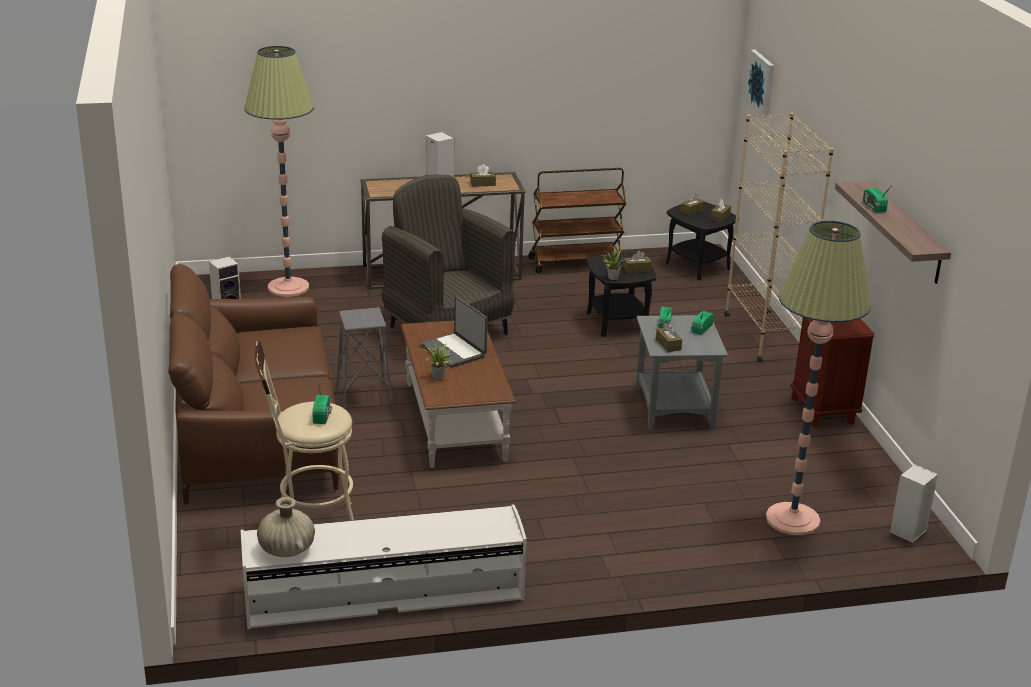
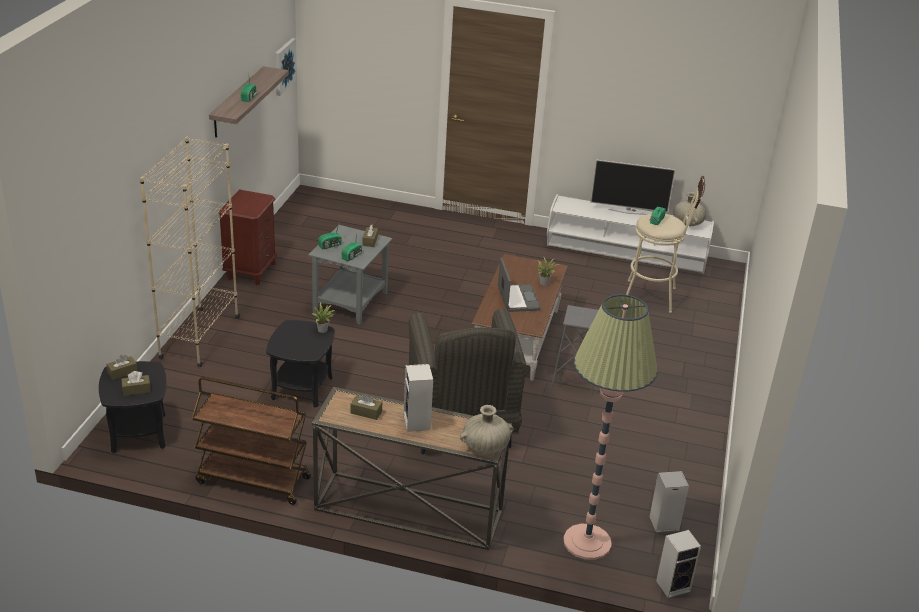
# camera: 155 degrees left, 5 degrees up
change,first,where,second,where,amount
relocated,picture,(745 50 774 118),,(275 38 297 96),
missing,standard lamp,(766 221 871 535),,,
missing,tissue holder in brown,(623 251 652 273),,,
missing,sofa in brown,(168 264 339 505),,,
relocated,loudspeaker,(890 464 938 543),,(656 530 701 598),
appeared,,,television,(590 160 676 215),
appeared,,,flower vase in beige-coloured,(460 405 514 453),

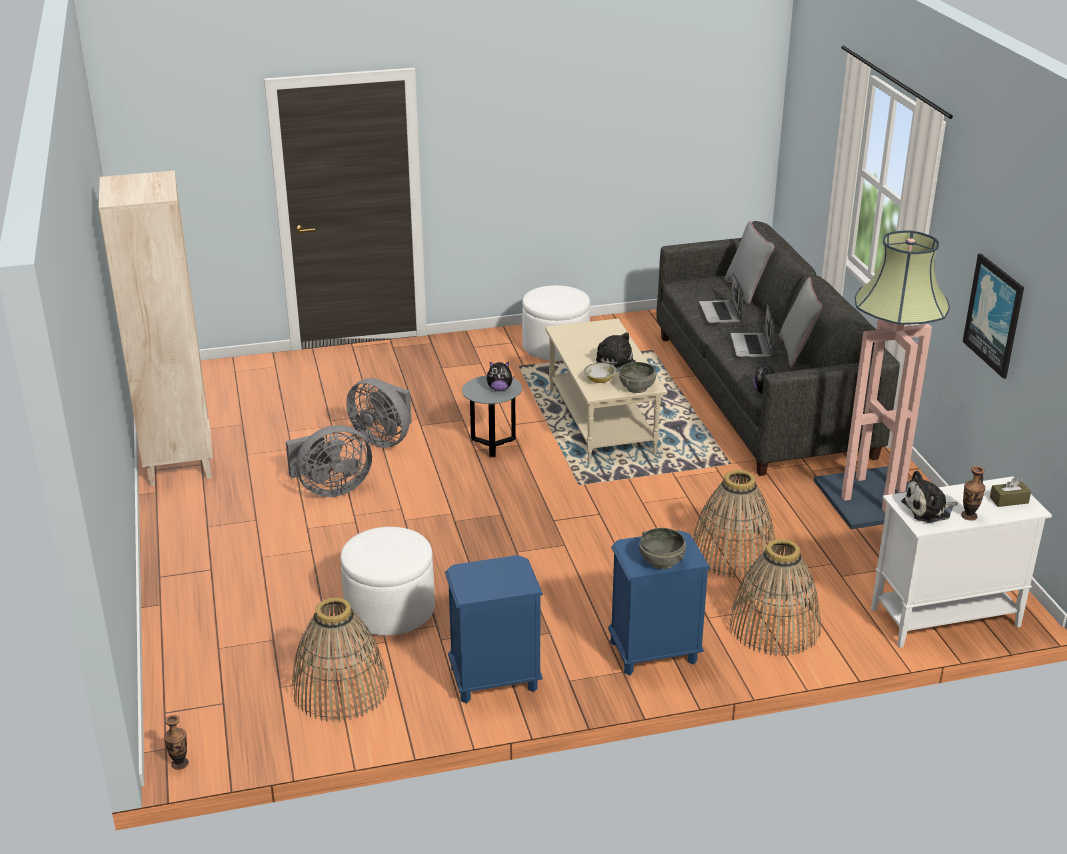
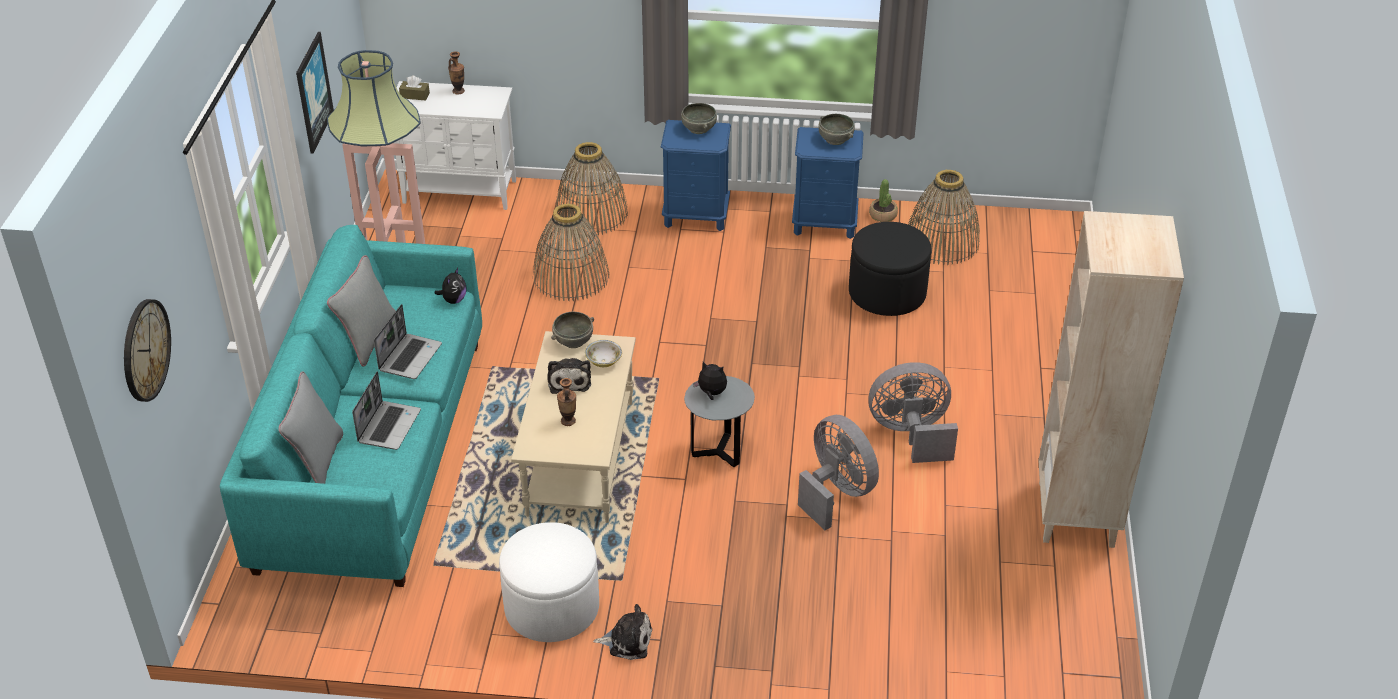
# camera: 160 degrees left, 10 degrees up
change,first,where,second,where,amount
colour,sofa in gray,(656 221 900 476),sofa in blue-green,(220 225 482 587),
relocated,plush toy,(901 470 958 523),,(593 604 652 660),
colour,footrest in white-coloured,(340 527 435 636),footrest in black,(849 222 932 316),
relocated,flower vase,(164 715 189 770),,(557 378 576 426),
appeared,,,bowl in gray,(818 114 855 145),
appeared,,,plant in a pot,(869 179 898 222),
appeared,,,clock on the wall,(124 299 171 402),

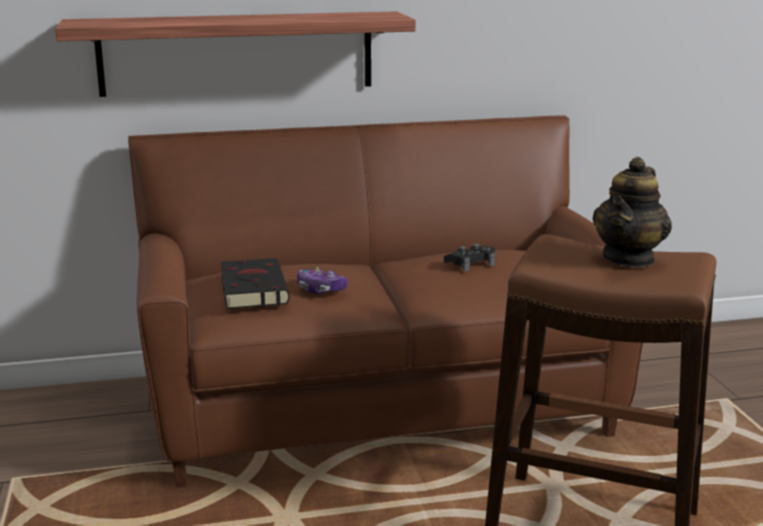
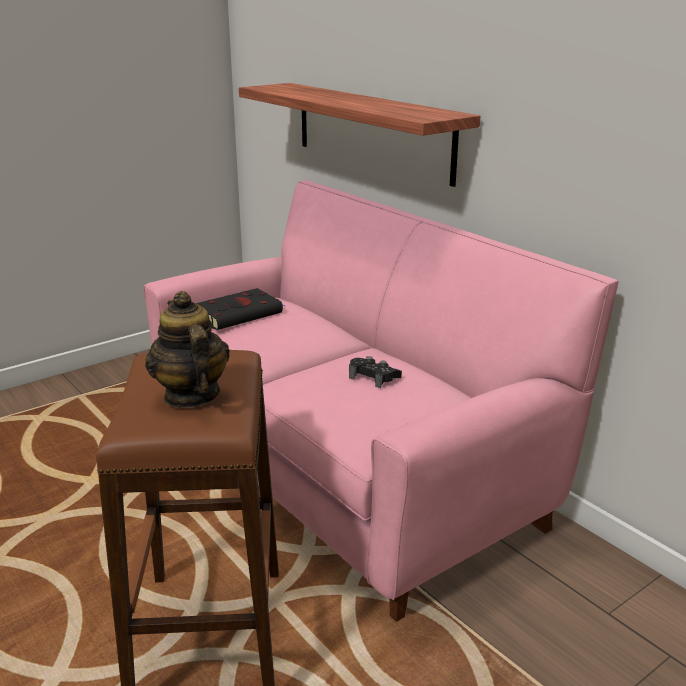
# camera: 65 degrees right, 5 degrees up
change,first,where,second,where,amount
colour,sofa in brown,(128 115 643 488),sofa in pink-coloured,(143 180 619 622),
spun,tea pot,(592 157 672 268),,(145 291 230 408),60 degrees clockwise
missing,gamepad,(297 267 348 294),,,

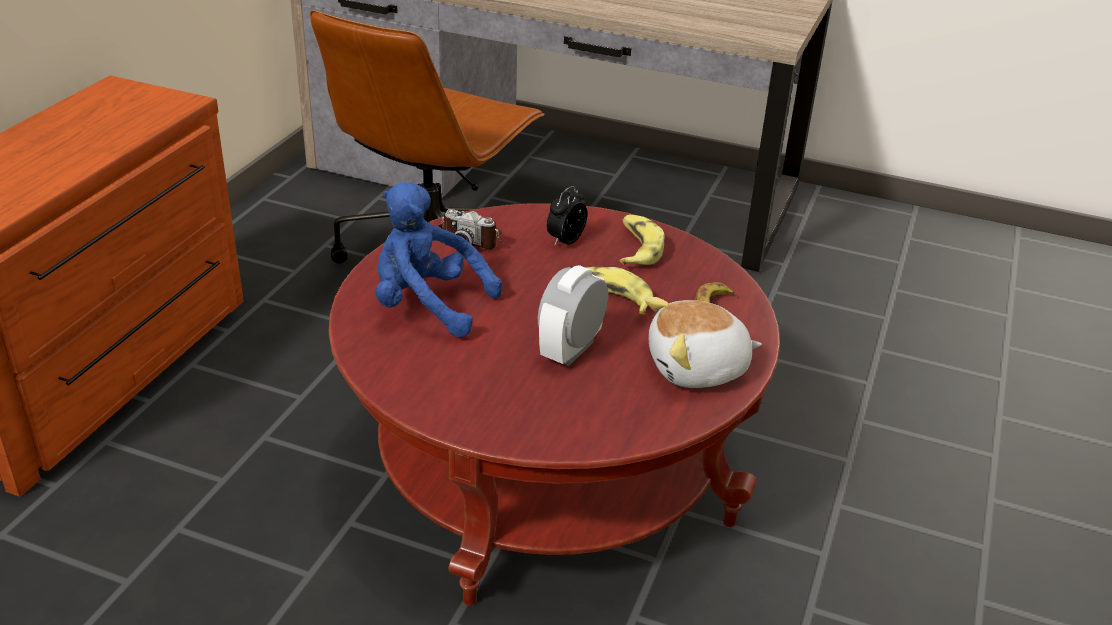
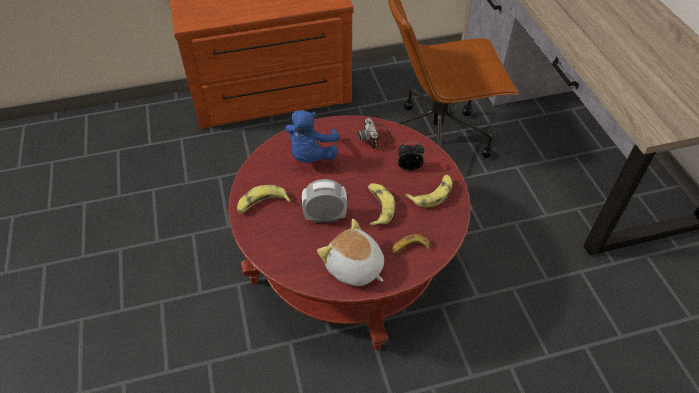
# camera: 55 degrees right, 15 degrees up
change,first,where,second,where,amount
spun,plush toy in blue,(375 182 502 337),,(285 110 340 163),150 degrees counterclockwise
appeared,,,whole banana,(237 185 291 214),

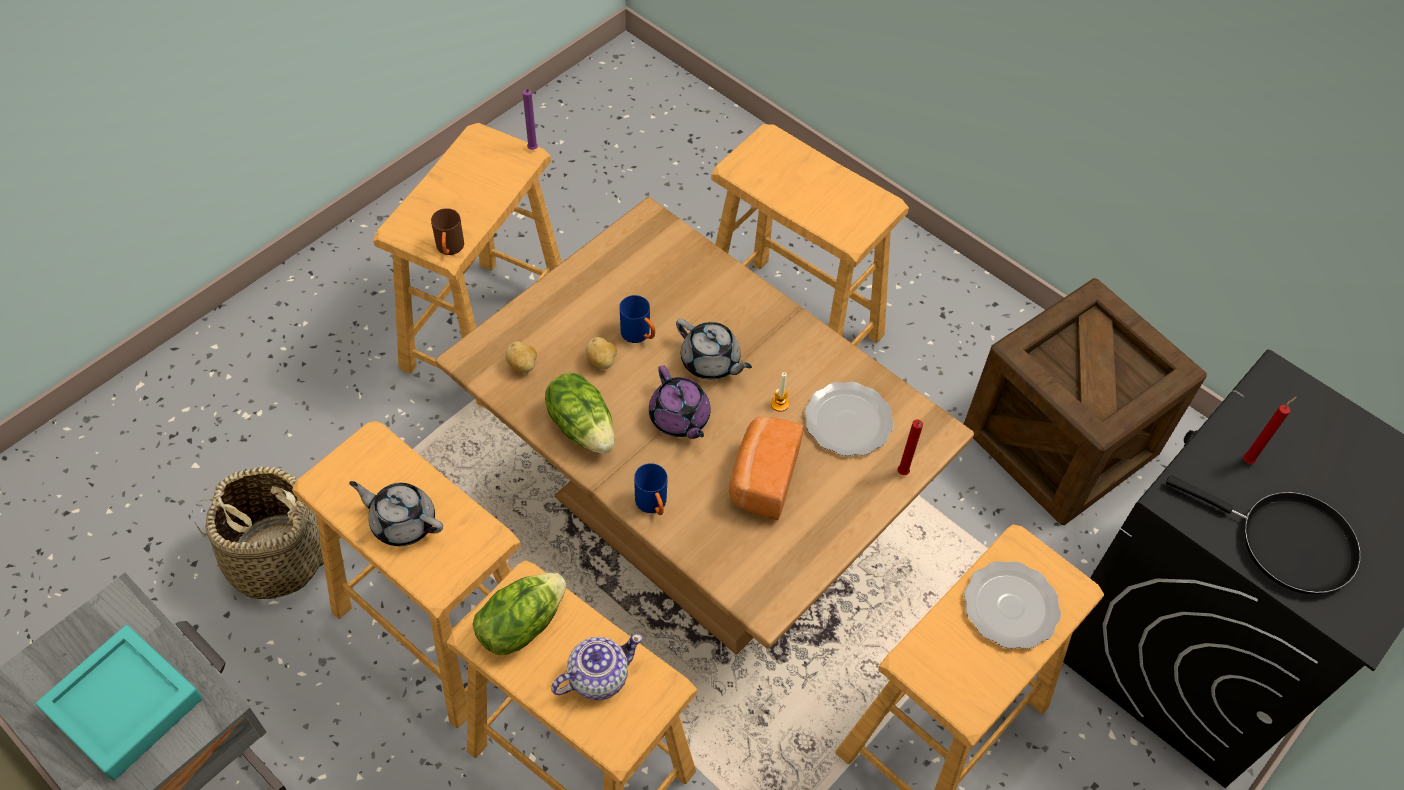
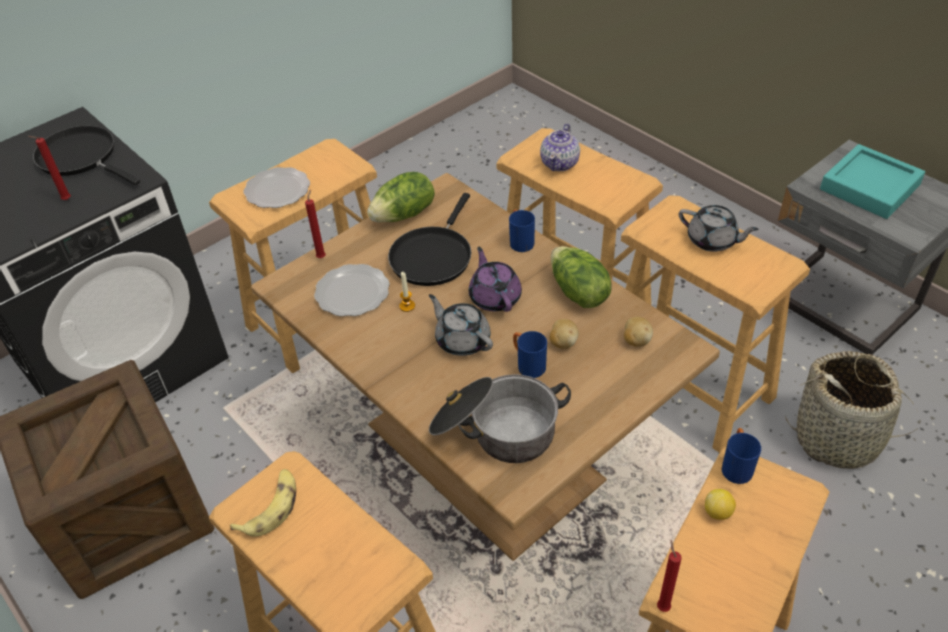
# camera: 170 degrees left, 10 degrees down
change,first,where,second,where,amount
colour,candle in purple,(523 89 538 150),candle in red,(657 540 682 612),
colour,coffee mug in brown,(431 208 464 255),coffee mug in blue,(721 428 761 484),
exchanged,baked bread,(729 417 804 520),pan in black,(388 193 471 286),
relocated,head of lettuce,(472 573 566 655),,(367 172 435 223),
spun,tea pot,(551 634 643 700),,(540 124 580 171),45 degrees counterclockwise
appeared,,,cooking pot,(429 374 571 463),
appeared,,,whole banana,(230 469 296 537),
appeared,,,lemon,(705 489 736 520),

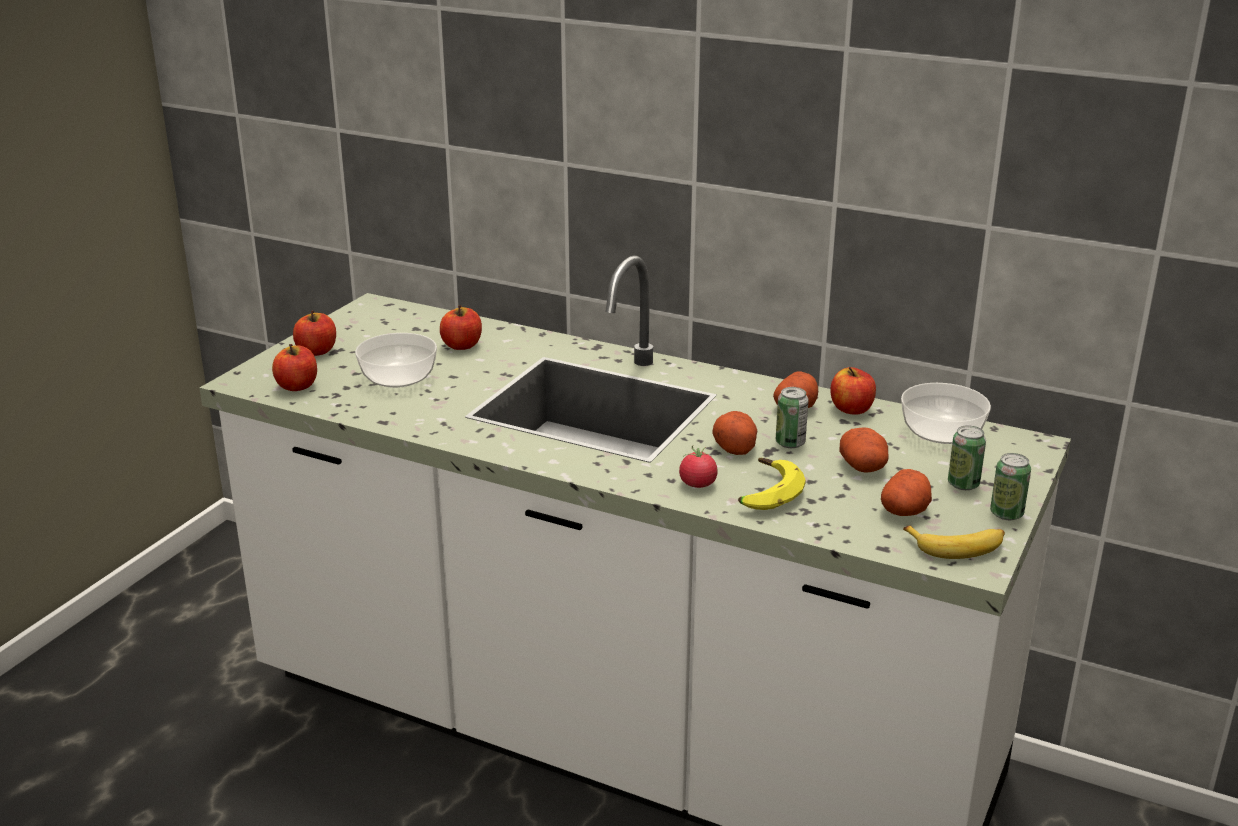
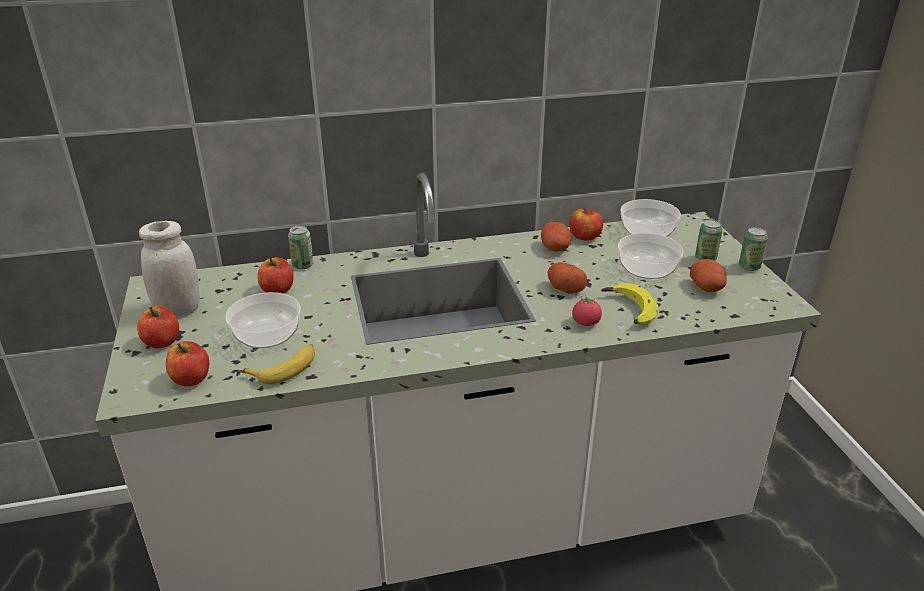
# camera: 40 degrees left, 5 degrees up
change,first,where,second,where,amount
relocated,metal can,(776 387 808 448),,(288 226 314 269),
exchanged,spud,(839 427 888 473),bowl,(618 233 683 279),
relocated,whole banana,(903 525 1005 559),,(242 344 315 384),
appeared,,,preserve jar in white-coloured,(139 221 200 317),

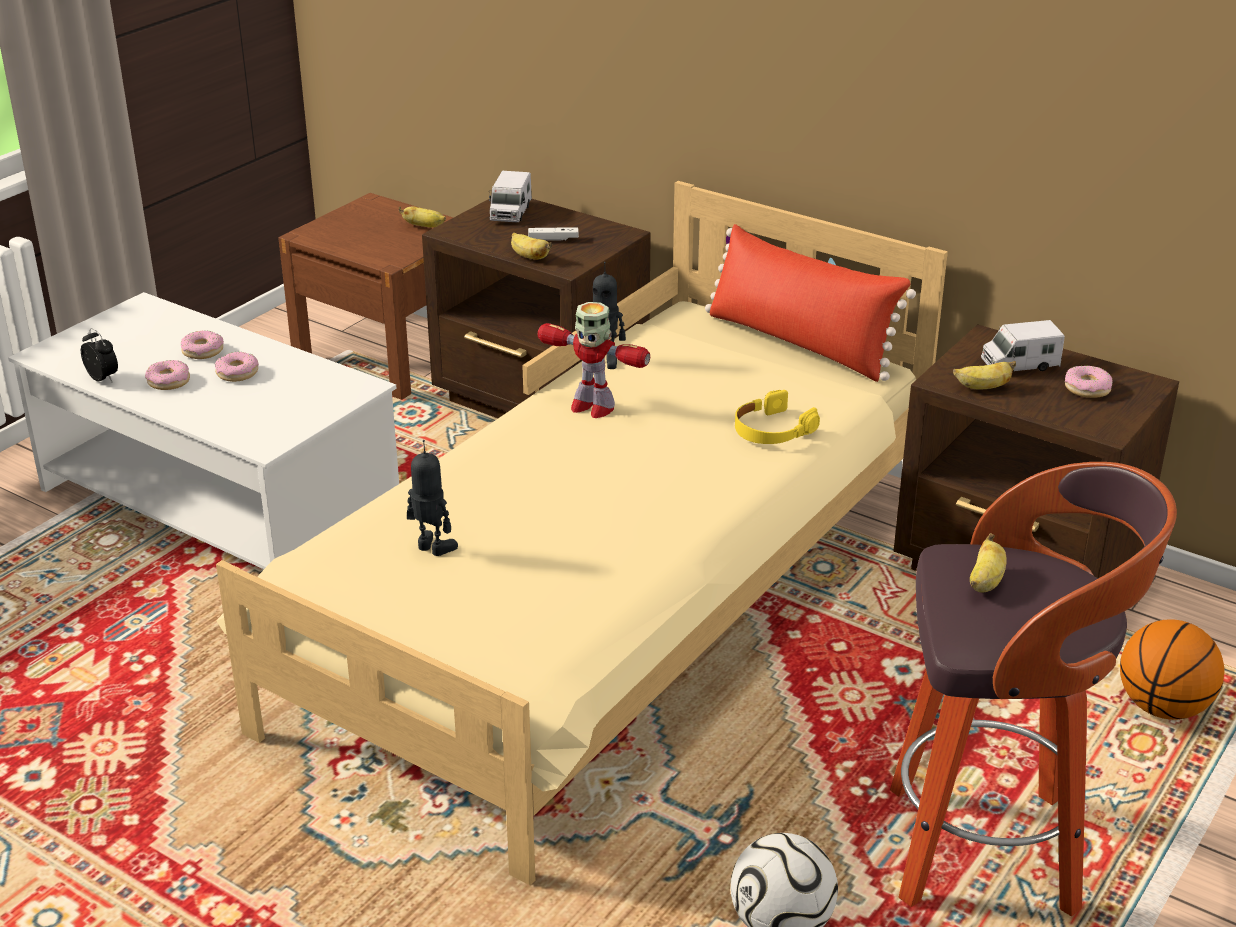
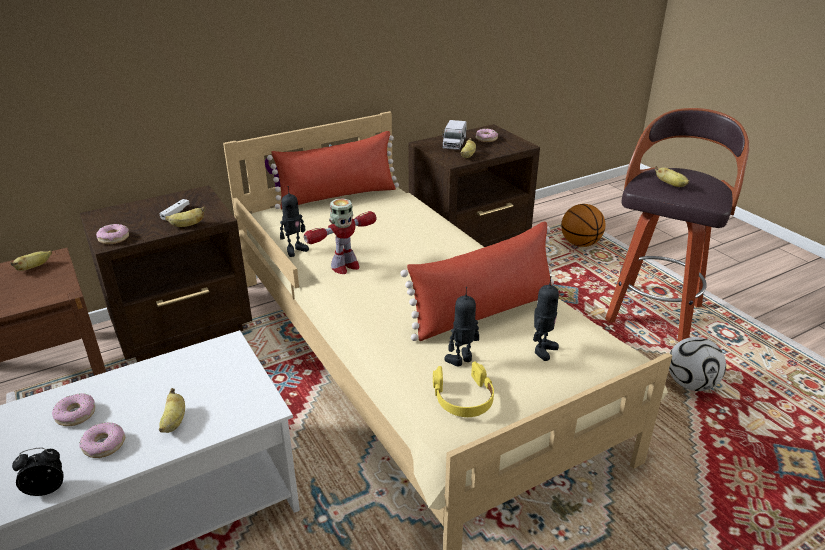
# camera: 65 degrees left, 0 degrees up
change,first,where,second,where,amount
missing,model truck,(489 171 532 222),,,
relocated,ring doughnut,(215 352 259 382),,(96 224 129 244),
relocated,pair of headphones in yellow,(735 390 820 444),,(433 361 494 417),
appeared,,,pillow in red,(400 221 554 341),
appeared,,,toy robot,(533 276 559 361),
appeared,,,whole banana,(159 388 185 433),

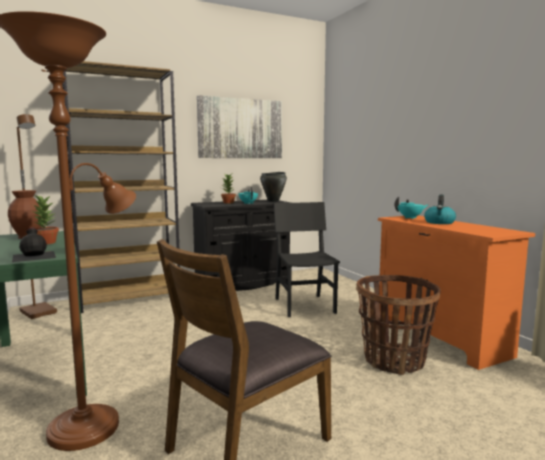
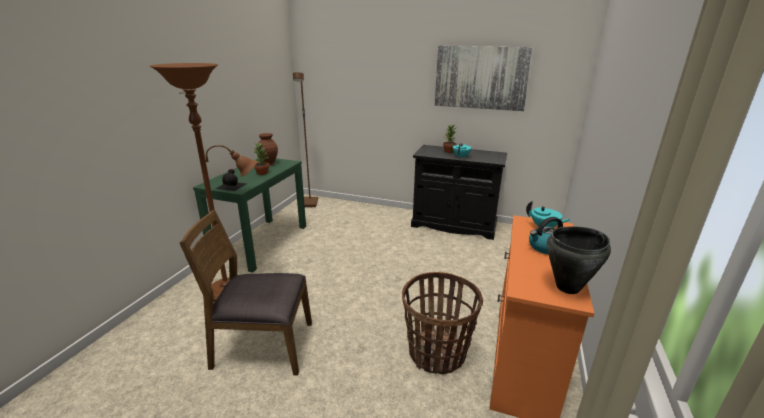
# camera: 45 degrees right, 15 degrees up
change,first,where,second,where,amount
missing,shelving unit in brown,(62 61 180 313),,,
relocated,cooking pot in black,(260 172 287 202),,(547 226 611 294),
missing,upright chair in black,(273 202 340 317),,,

